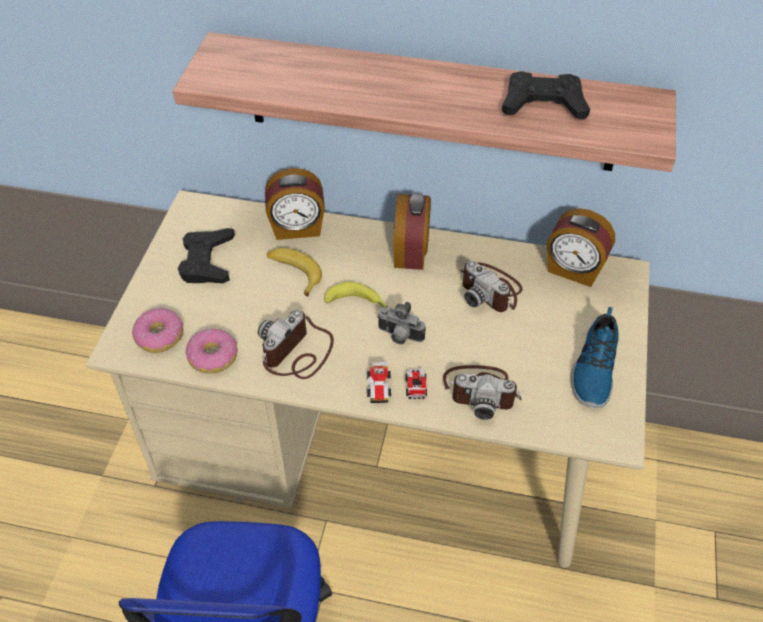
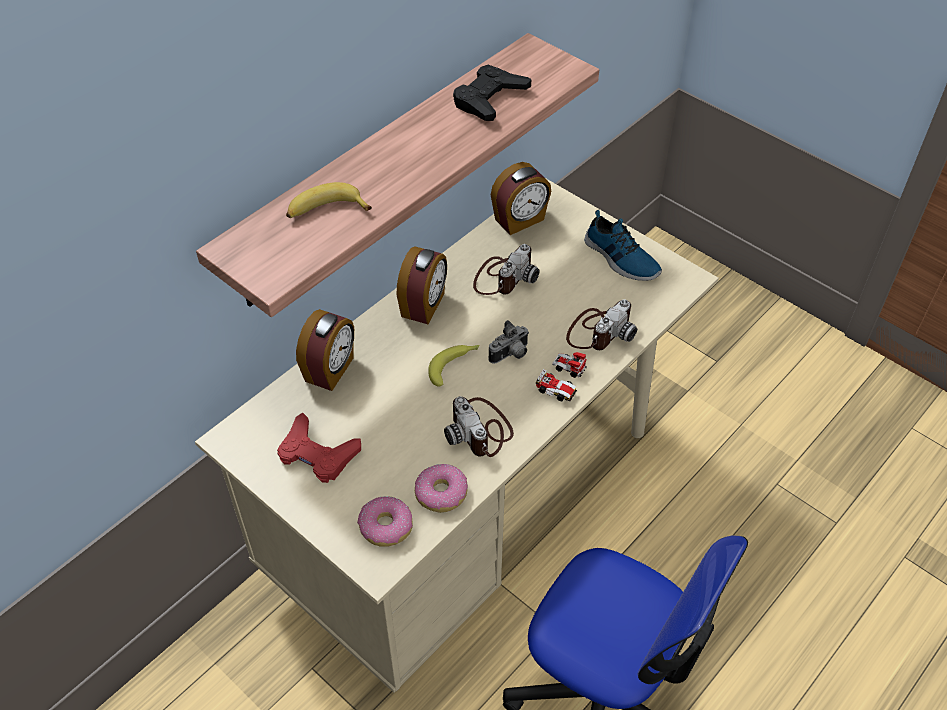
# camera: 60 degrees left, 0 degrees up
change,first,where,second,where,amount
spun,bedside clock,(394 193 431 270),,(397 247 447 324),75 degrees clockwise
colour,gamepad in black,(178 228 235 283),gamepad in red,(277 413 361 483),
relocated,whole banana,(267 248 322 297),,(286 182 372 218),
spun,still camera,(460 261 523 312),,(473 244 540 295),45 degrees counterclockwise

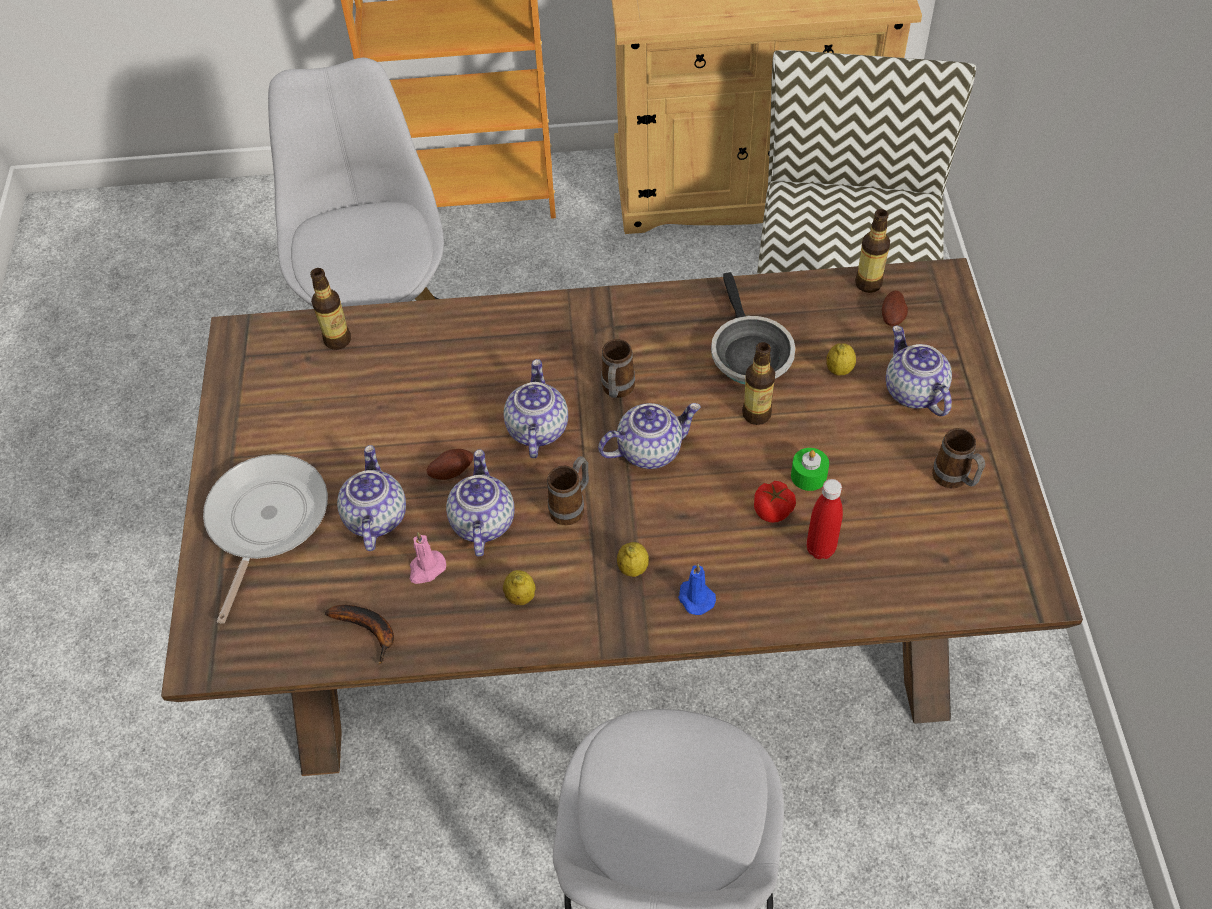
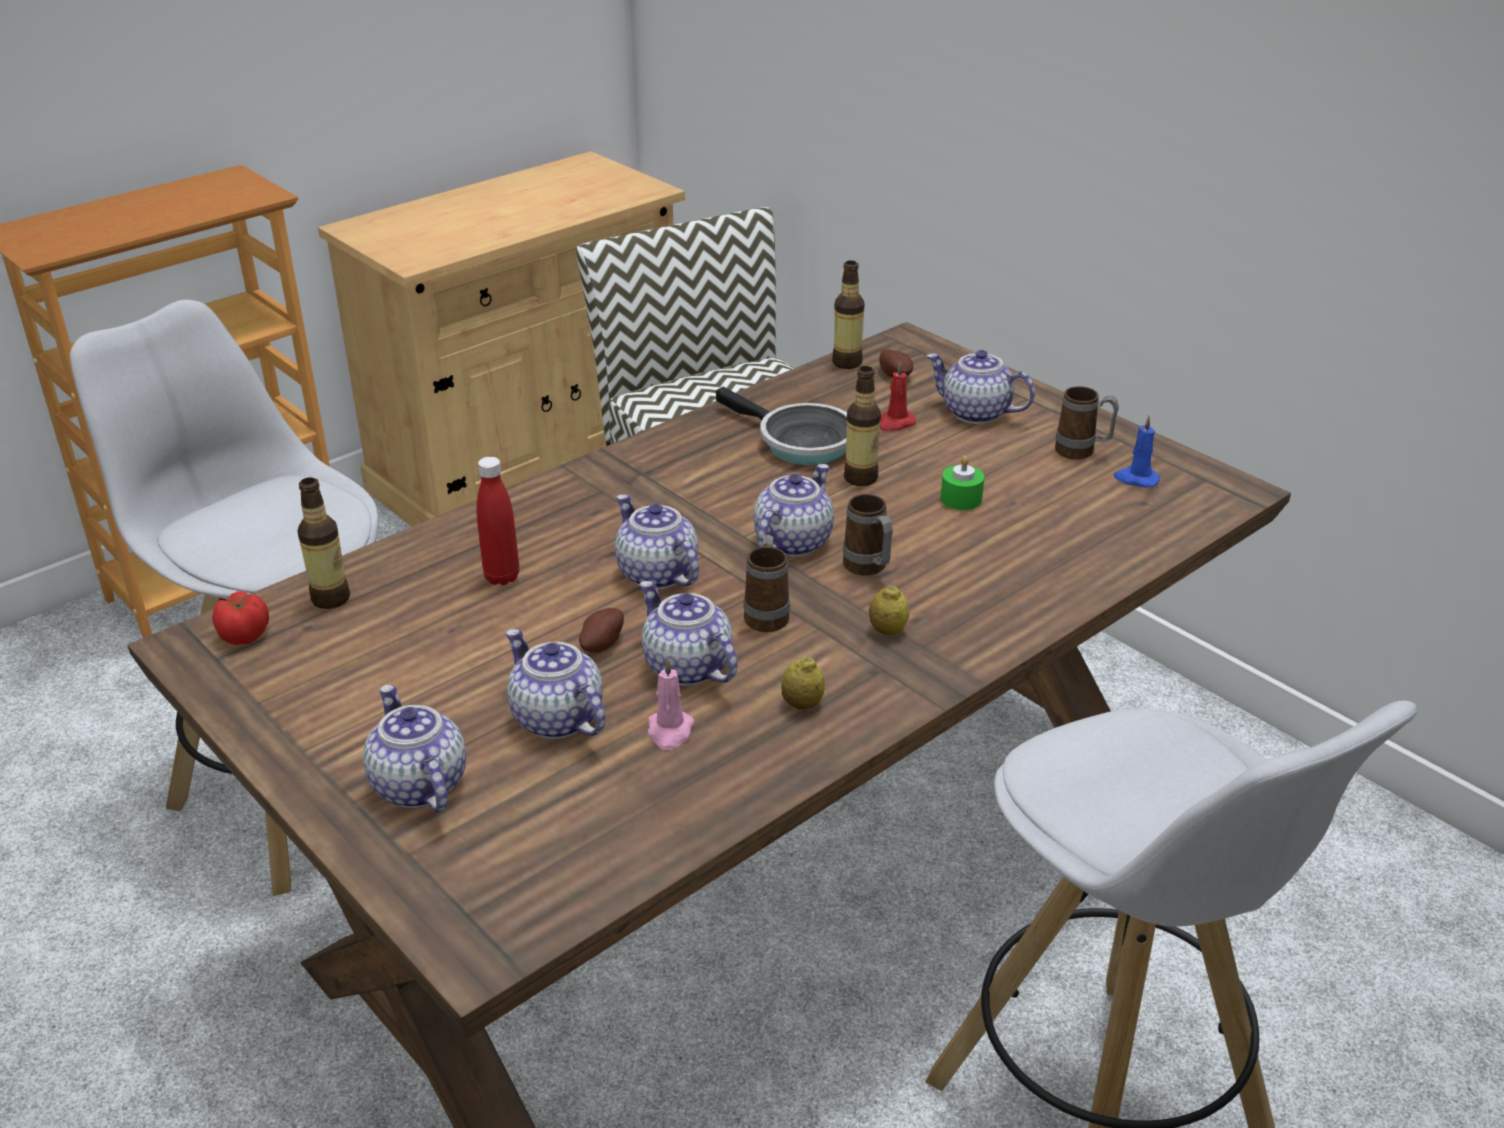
# camera: 40 degrees left, 20 degrees down
change,first,where,second,where,amount
relocated,coffee mug,(601 339 635 398),,(843 494 893 576),
exchanged,lemon,(826 343 856 376),candle in red,(880 361 916 431),
exchanged,pan,(203 454 328 624),tea pot,(363 684 466 812),
relocated,bottle in red,(806 479 843 559),,(477 457 519 585),
relocated,whole tomato,(754 481 796 523),,(212 591 269 645),
relocated,candle in blue,(678 564 716 615),,(1114 415 1160 488),
missing,whole banana,(325 605 394 665),,,

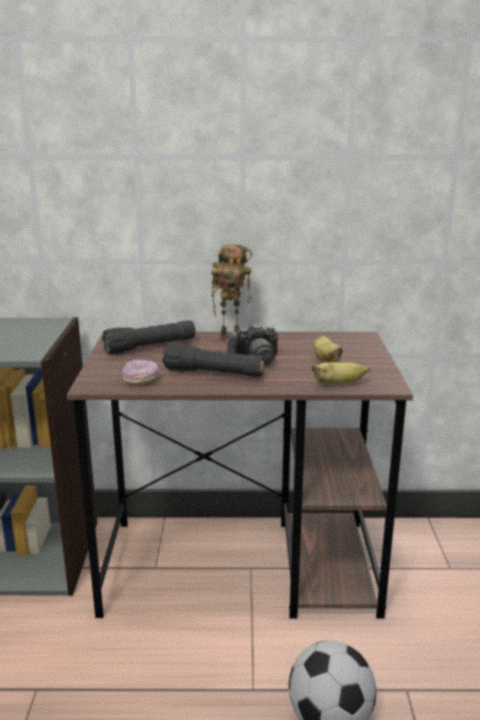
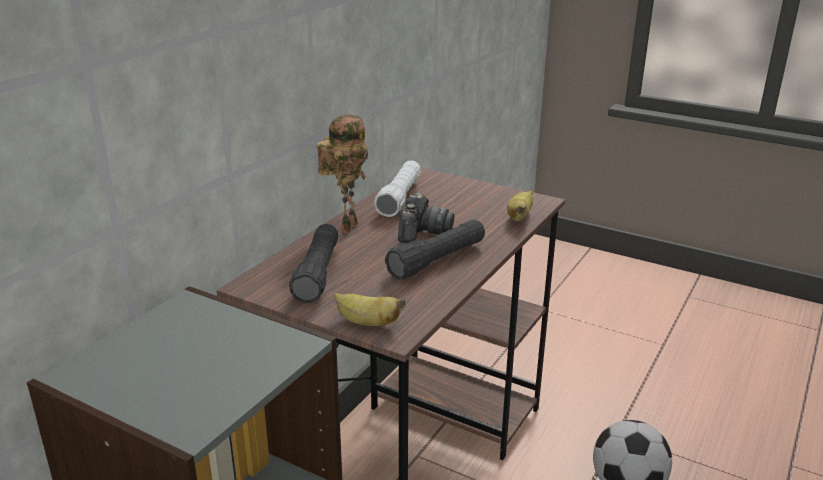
# camera: 60 degrees left, 5 degrees up
change,first,where,second,where,amount
relocated,whole banana,(313 335 343 362),,(334 293 405 326),
missing,ring doughnut,(122 359 159 385),,,
appeared,,,flashlight in white-coloured,(374 160 421 217),

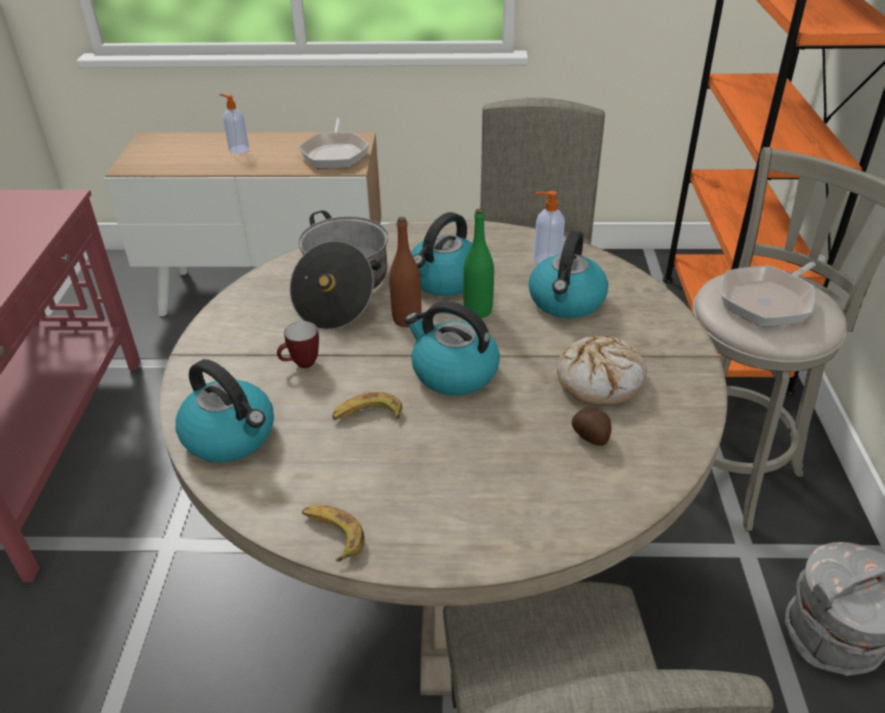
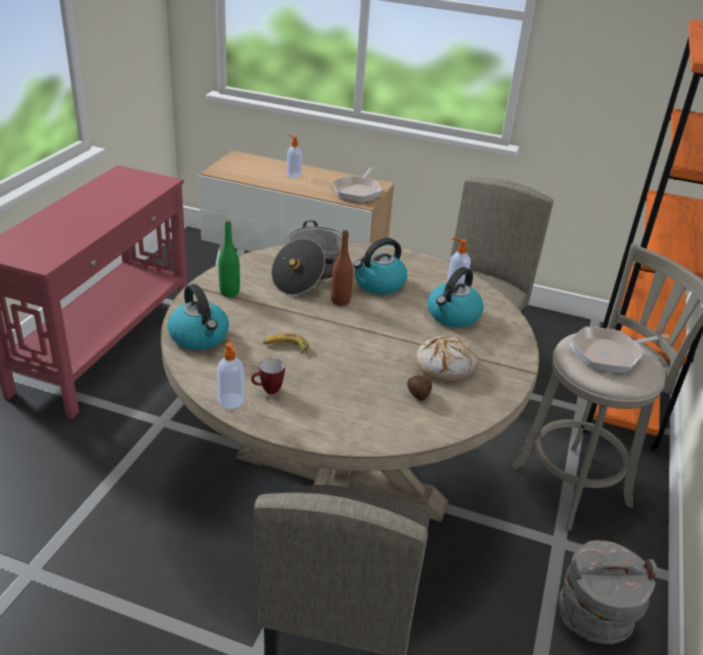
# camera: 15 degrees right, 5 degrees down
change,first,where,second,where,amount
relocated,bottle in green,(463 208 494 318),,(218 221 240 297),
missing,water kettle,(405 301 500 396),,,
relocated,coffee mug,(277 321 319 368),,(251 358 285 394),
exchanged,whole banana,(302 505 365 562),liquid soap bottle,(217 342 244 409),

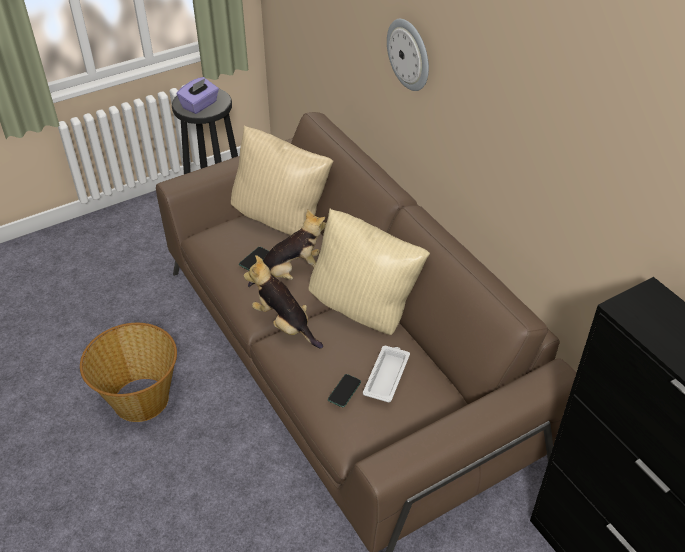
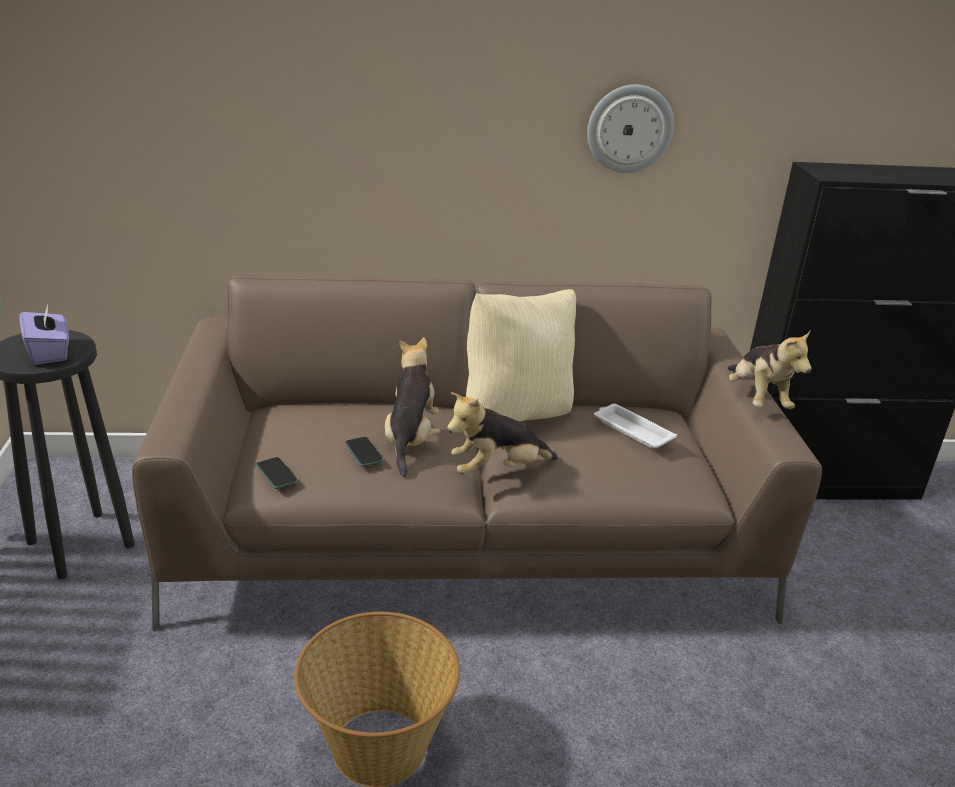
# camera: 65 degrees left, 15 degrees down
change,first,where,second,where,amount
relocated,clock on the wall,(387 19 429 91),,(587 85 674 173),
missing,pillow in beige-coloured,(231 125 333 235),,,
relocated,phone,(328 374 361 407),,(256 457 298 489),
appeared,,,plush toy,(728 330 811 409),

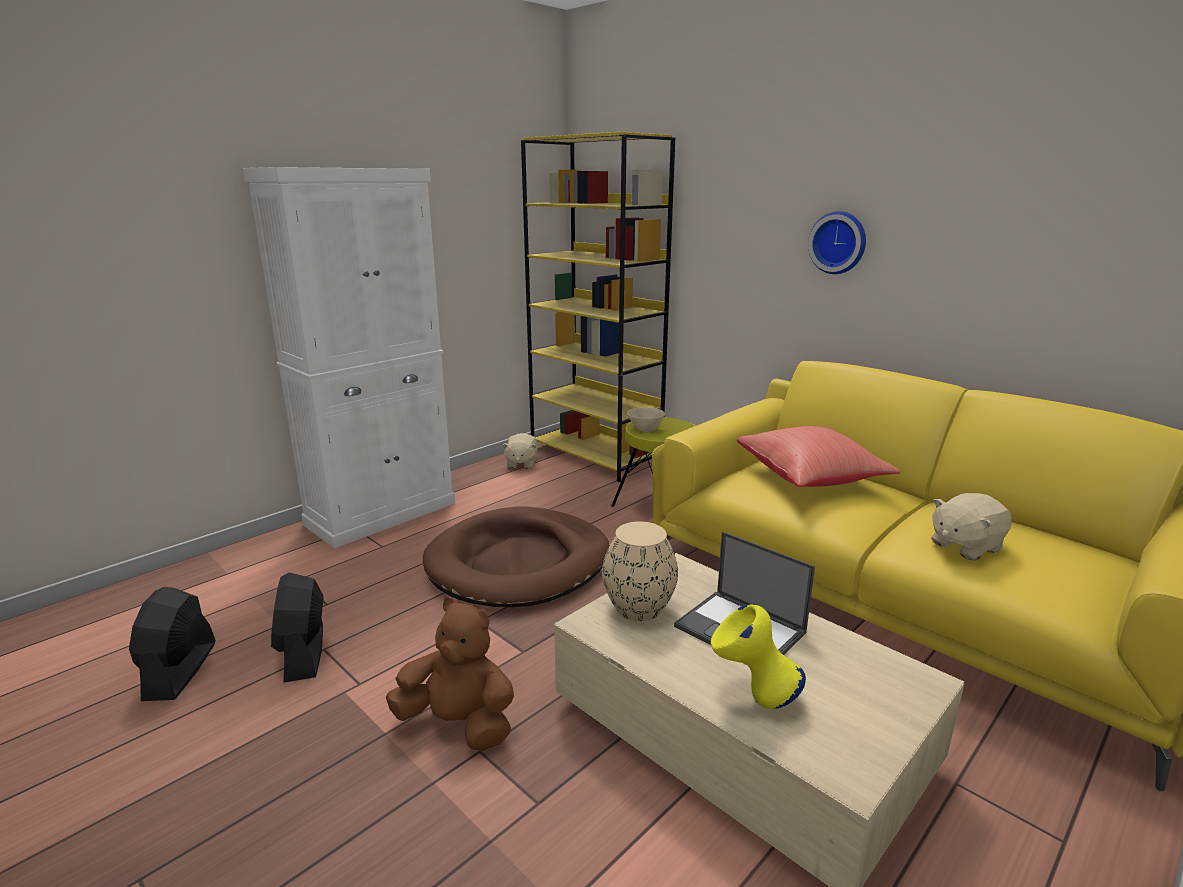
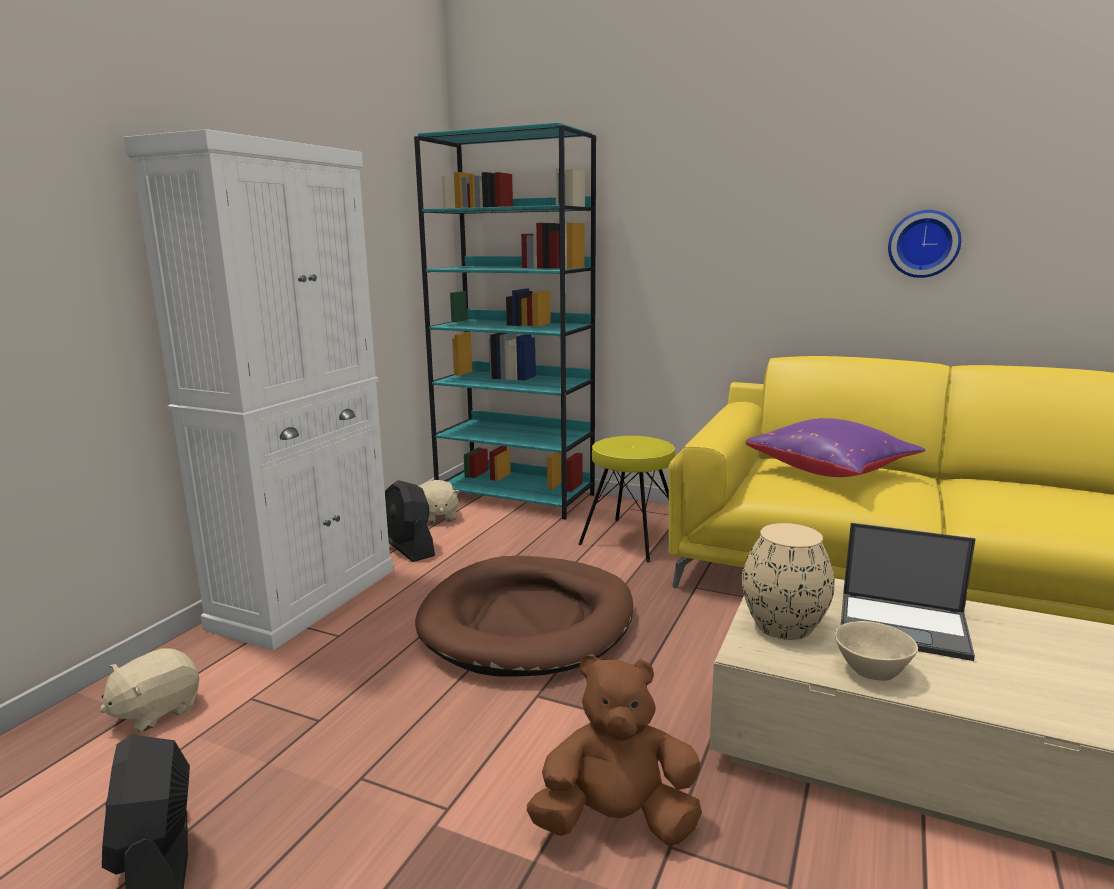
# camera: 20 degrees left, 5 degrees down
change,first,where,second,where,amount
colour,shelving unit in yellow,(521 132 675 482),shelving unit in blue-green,(414 123 596 520),
relocated,clock on the wall,(808 211 866 274),,(888 210 961 278),
relocated,bowl in beige-coloured,(627 407 665 432),,(835 621 918 681),
colour,pillow in red,(737 426 901 487),pillow in purple,(745 418 925 477),
relocated,plush toy in beige-coloured,(931 493 1012 561),,(99 648 199 732),
relocated,fan in black,(271 572 324 683),,(385 480 435 562),
missing,flower vase in yellow,(711 605 806 709),,,

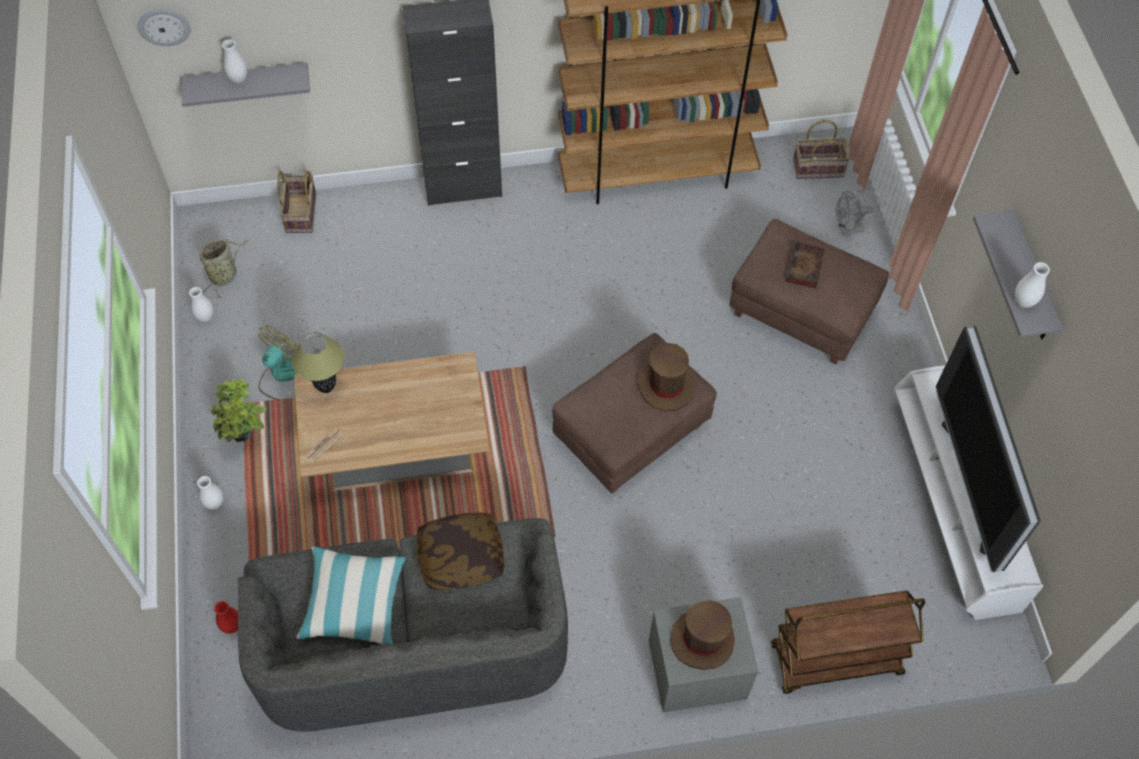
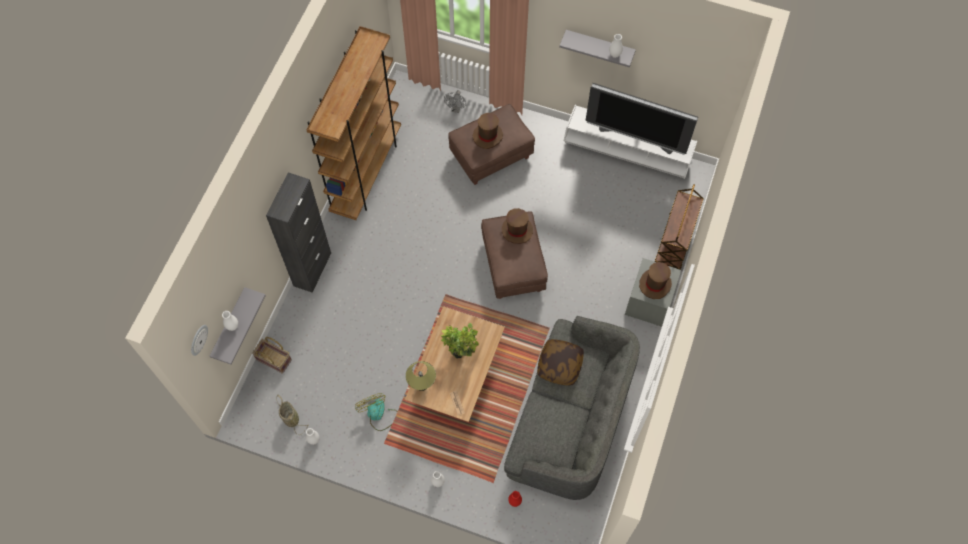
# camera: 60 degrees left, 5 degrees up
change,first,where,second,where,amount
missing,basket,(793 120 850 179),,,
exchanged,book,(787 243 825 288),clothing hat in brown,(473 113 503 149),
relocated,plant in a pot,(210 378 267 442),,(441 323 479 358),
missing,pillow,(297 546 406 644),,,

